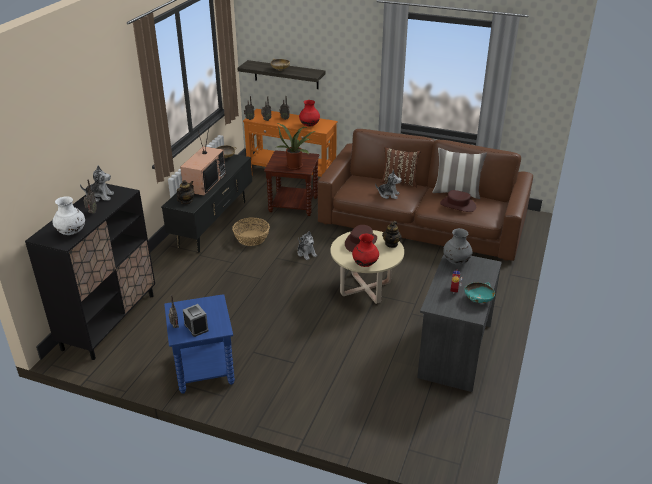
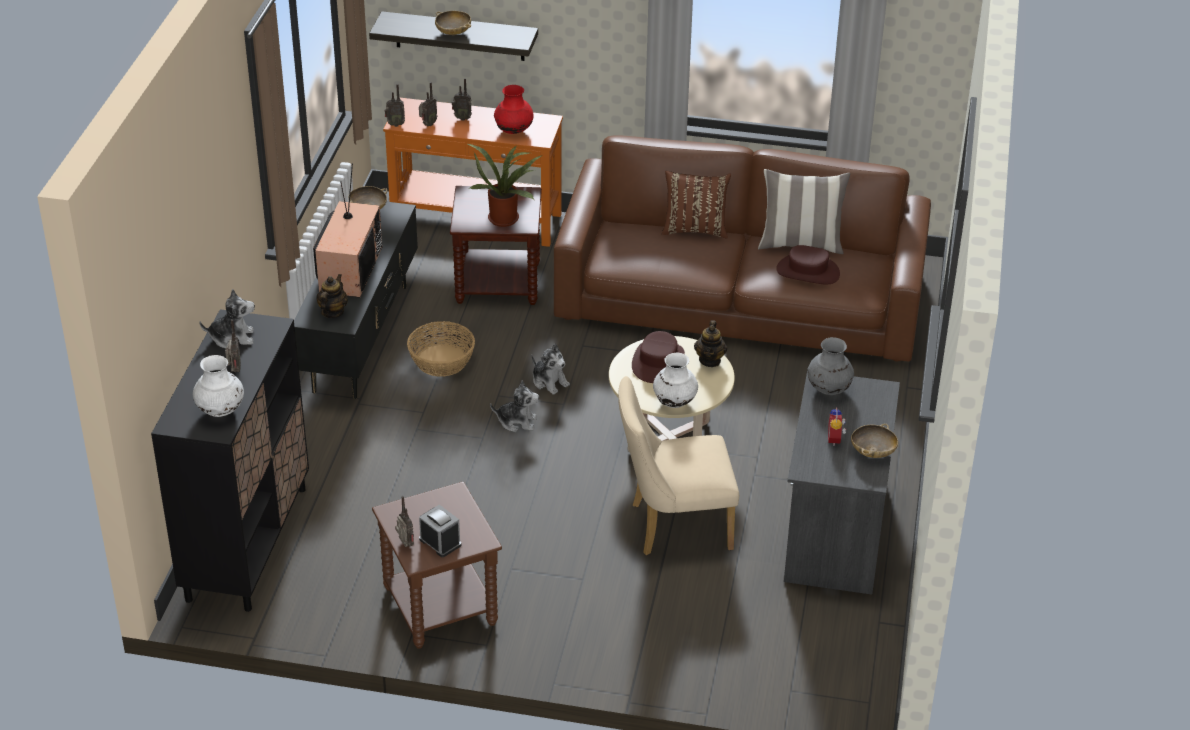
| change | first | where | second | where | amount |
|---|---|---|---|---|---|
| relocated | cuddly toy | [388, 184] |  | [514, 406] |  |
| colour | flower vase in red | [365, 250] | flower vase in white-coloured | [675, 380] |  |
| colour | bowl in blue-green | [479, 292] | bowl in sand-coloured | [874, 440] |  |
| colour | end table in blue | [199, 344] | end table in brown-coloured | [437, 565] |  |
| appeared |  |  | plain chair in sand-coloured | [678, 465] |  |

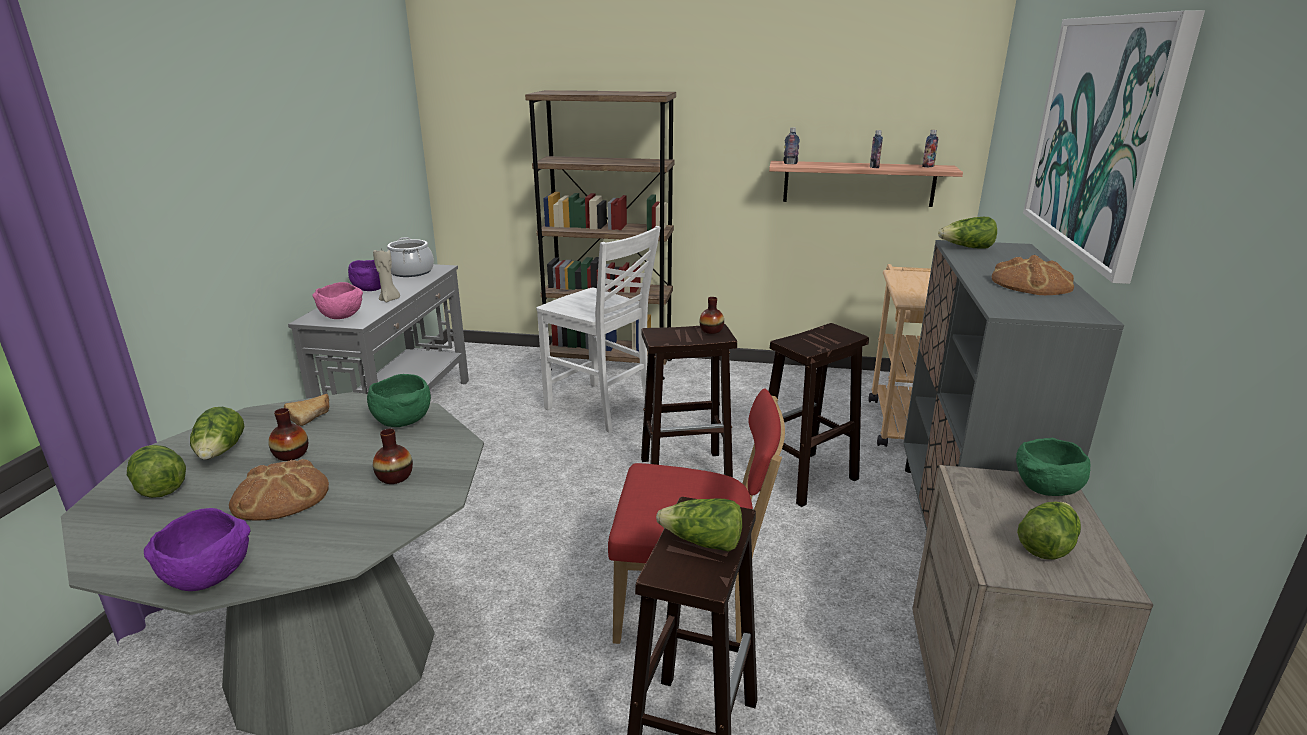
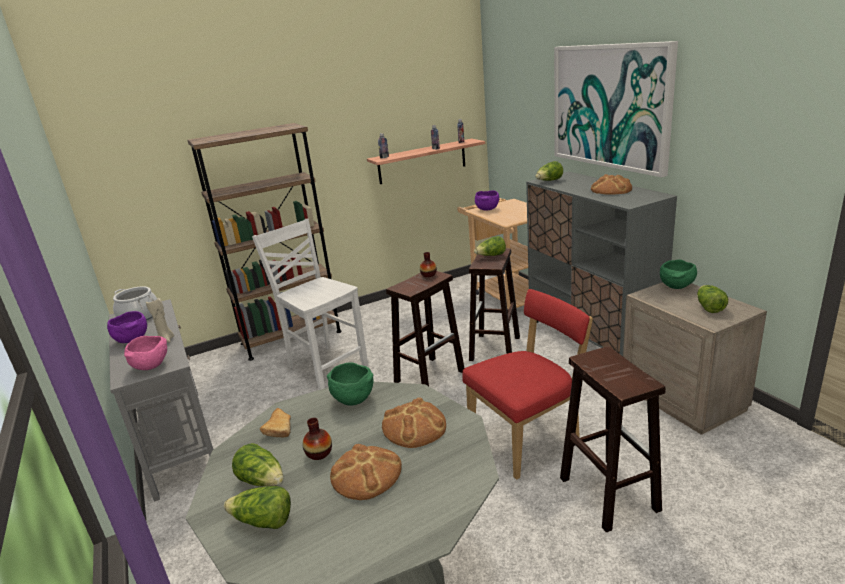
| change | first | where | second | where | amount |
|---|---|---|---|---|---|
| spun | plain chair in white-coloured | [598, 329] |  | [310, 304] | 135 degrees counterclockwise |
| exchanged | flower vase | [393, 456] | bread | [414, 422] |  |
| relocated | head of lettuce | [699, 525] |  | [490, 246] |  |
| relocated | bowl in purplish | [197, 549] |  | [487, 200] |  |

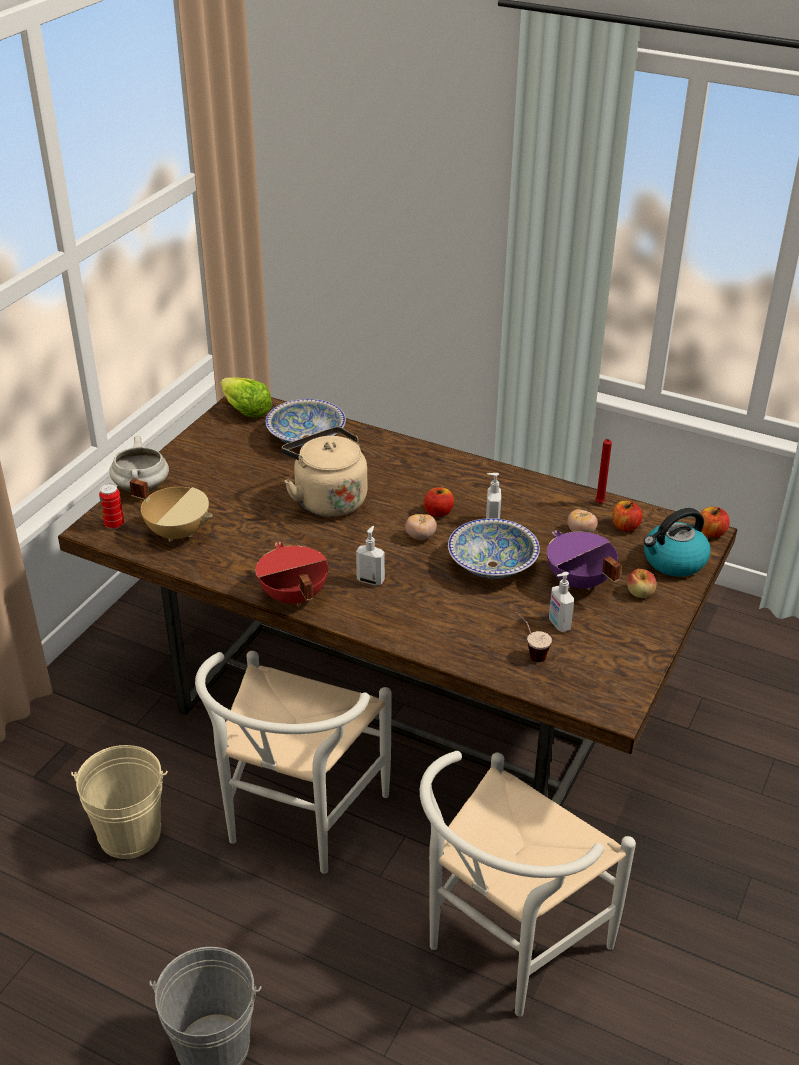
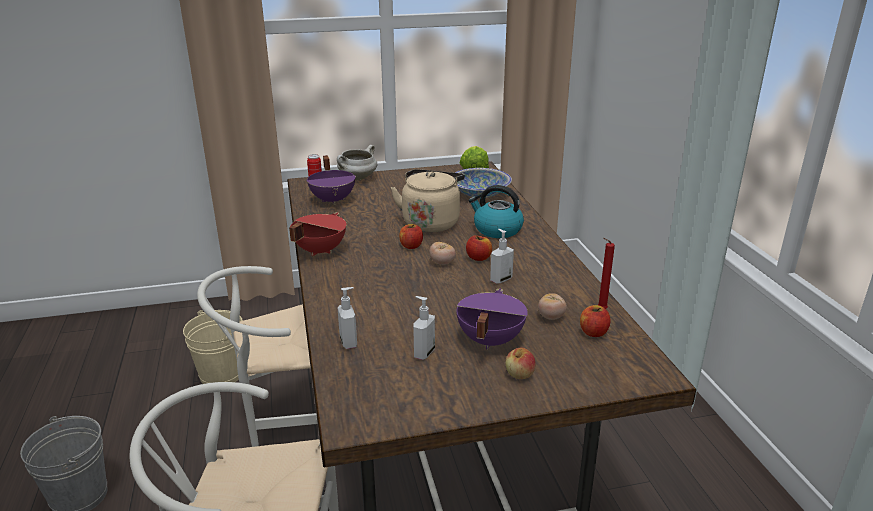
| change | first | where | second | where | amount |
|---|---|---|---|---|---|
| colour | saucepot in sand-coloured | [171, 510] | saucepot in purplish | [331, 180] |  |
| relocated | whole apple | [715, 522] |  | [411, 236] |  |
| relocated | tea kettle | [676, 542] |  | [496, 211] |  |
| missing | bowl | [494, 548] |  |  |  |
| relocated | soap dispenser | [370, 556] |  | [347, 318] |  |
| missing | small cup | [533, 637] |  |  |  |

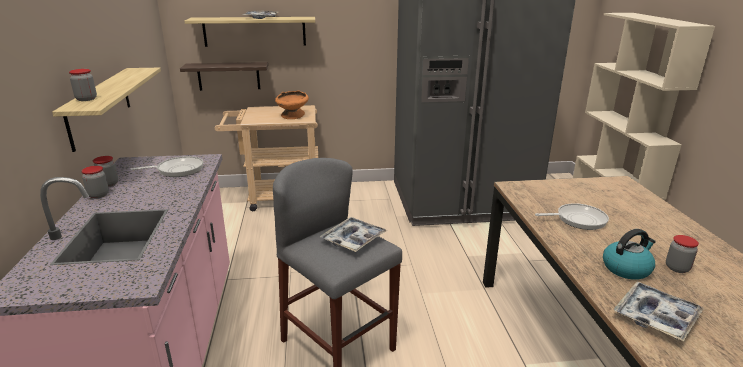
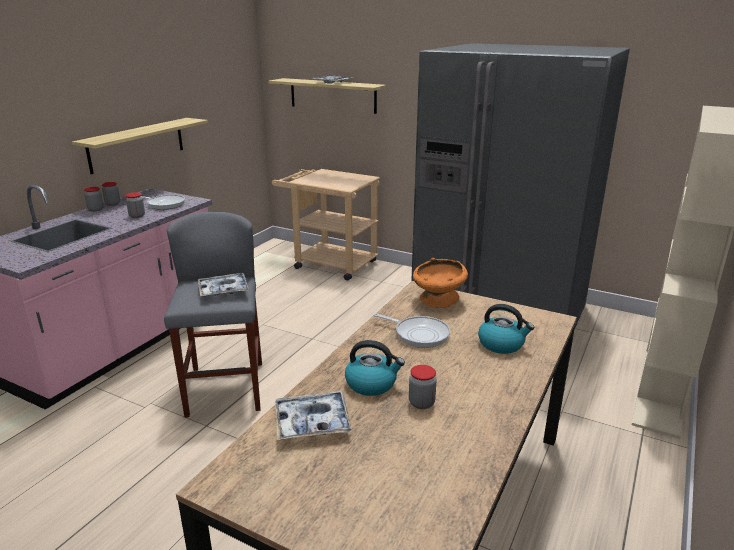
| change | first | where | second | where | amount |
|---|---|---|---|---|---|
| missing | bracket shelf | [224, 76] |  |  |  |
| relocated | jar | [83, 85] |  | [135, 205] |  |
| relocated | bowl in orange | [292, 104] |  | [440, 283] |  |
| appeared |  |  | tea kettle | [506, 329] |  |

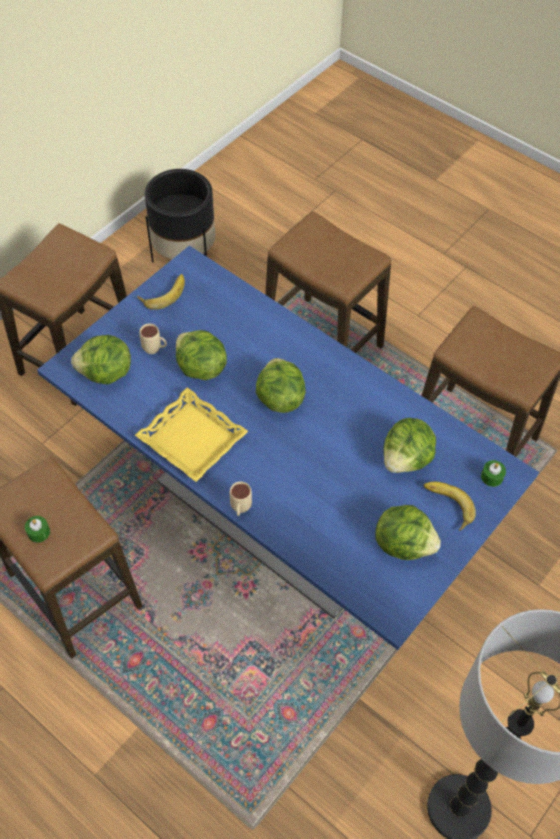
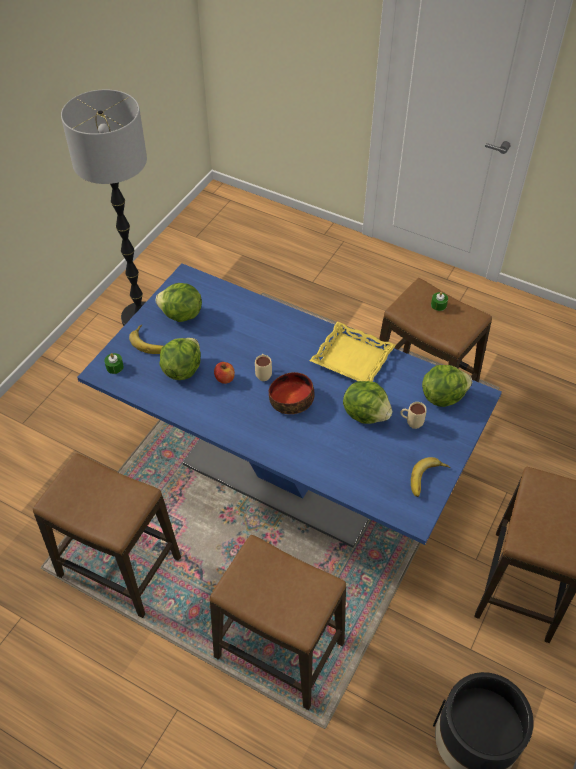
| change | first | where | second | where | amount |
|---|---|---|---|---|---|
| exchanged | head of lettuce | [281, 385] | bowl | [292, 393] |  |
| relocated | tea mug in sand-coloured | [241, 499] |  | [263, 367] |  |
| appeared |  |  | whole apple | [224, 373] |  |

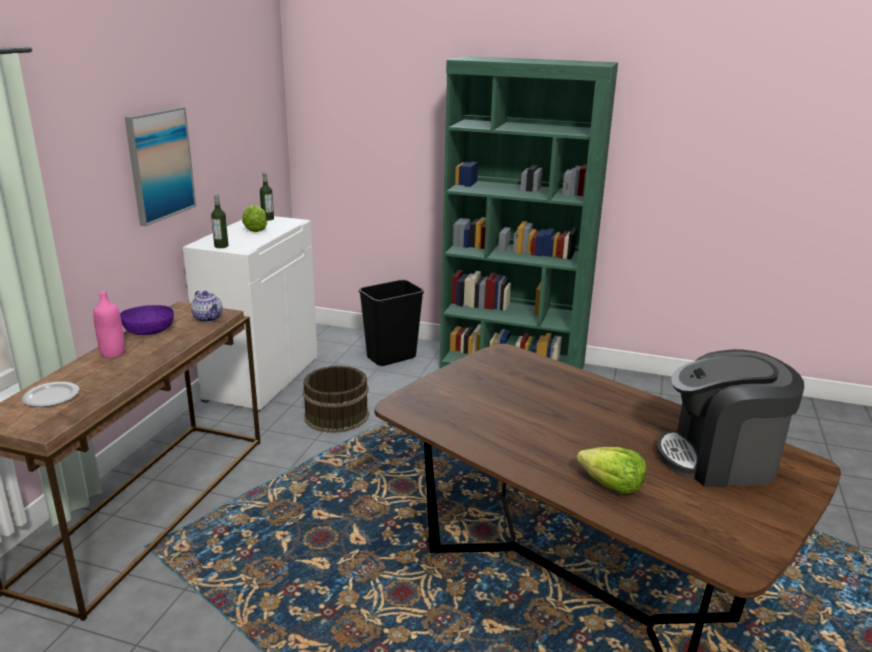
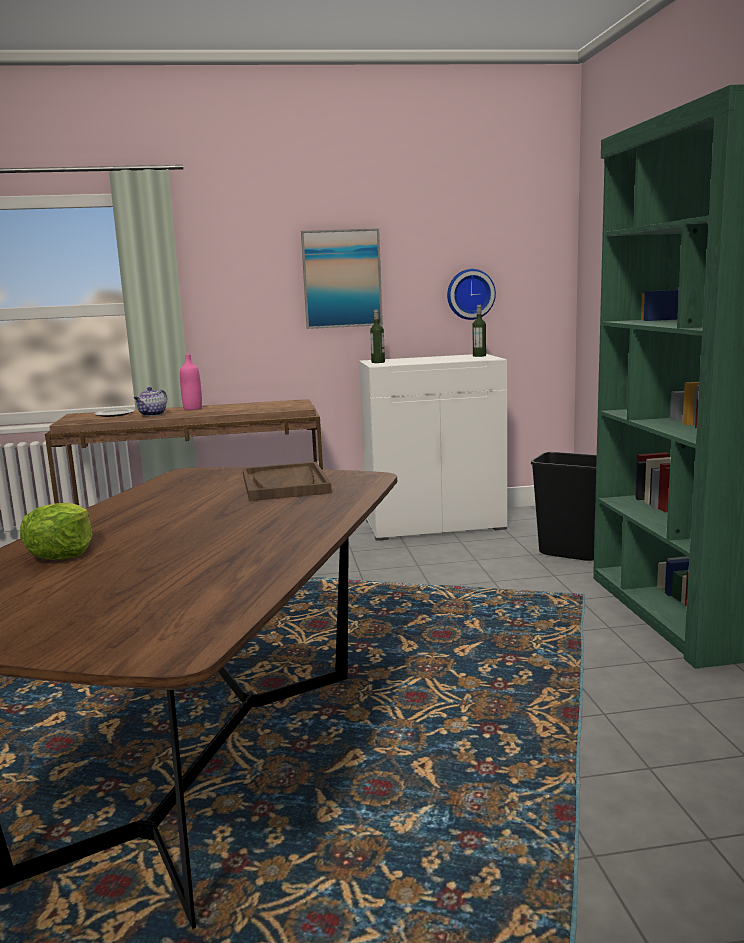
| change | first | where | second | where | amount |
|---|---|---|---|---|---|
| missing | head of lettuce | [254, 218] |  |  |  |
| relocated | tea pot | [207, 306] |  | [150, 401] |  |
| missing | bowl in purplish | [147, 320] |  |  |  |
| missing | coffee brewer | [730, 418] |  |  |  |
| missing | bucket in brown-coloured | [335, 399] |  |  |  |
| appeared |  |  | wall clock | [471, 294] |  |
| appeared |  |  | tray in brown-coloured | [287, 481] |  |

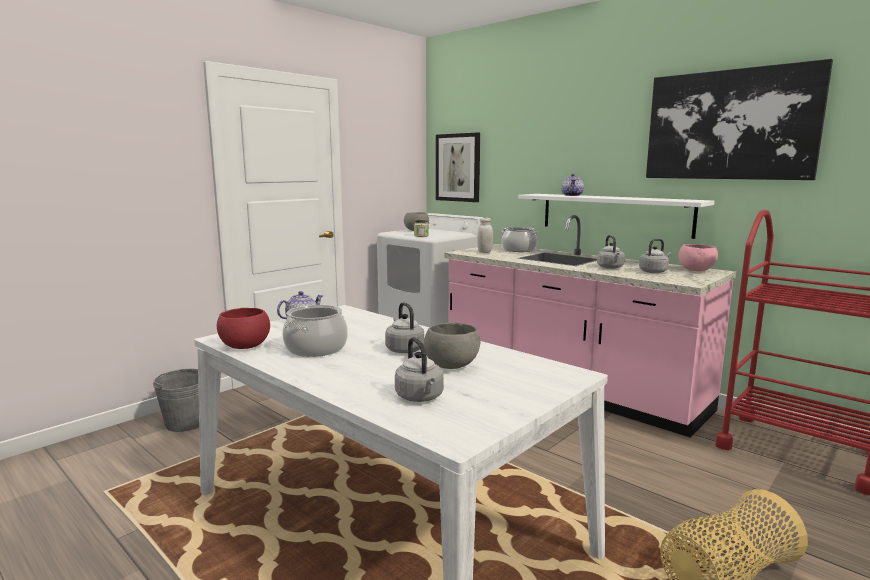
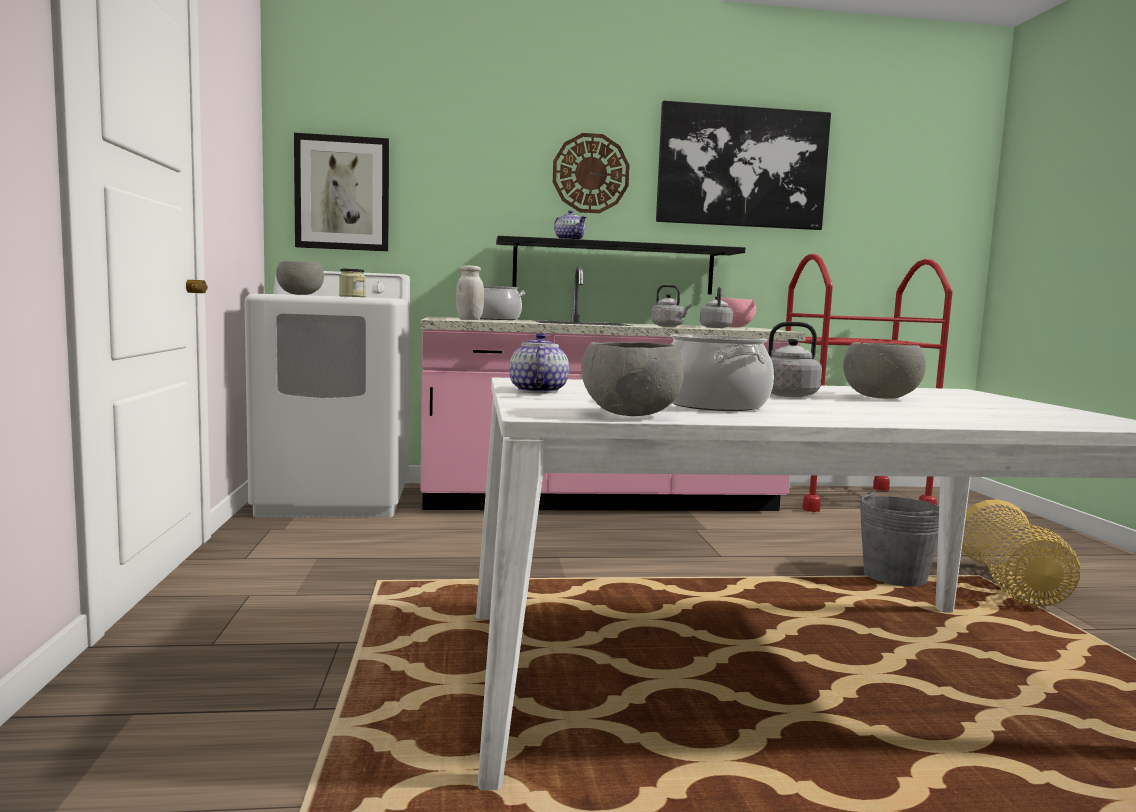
| change | first | where | second | where | amount |
|---|---|---|---|---|---|
| colour | bracket shelf in white-coloured | [616, 216] | bracket shelf in black | [620, 265] |  |
| colour | bowl in red | [243, 328] | bowl in gray | [632, 379] |  |
| missing | tea kettle in gray | [419, 369] |  |  |  |
| relocated | bucket in gray | [176, 400] |  | [899, 539] |  |
| appeared |  |  | wall clock | [591, 173] |  |

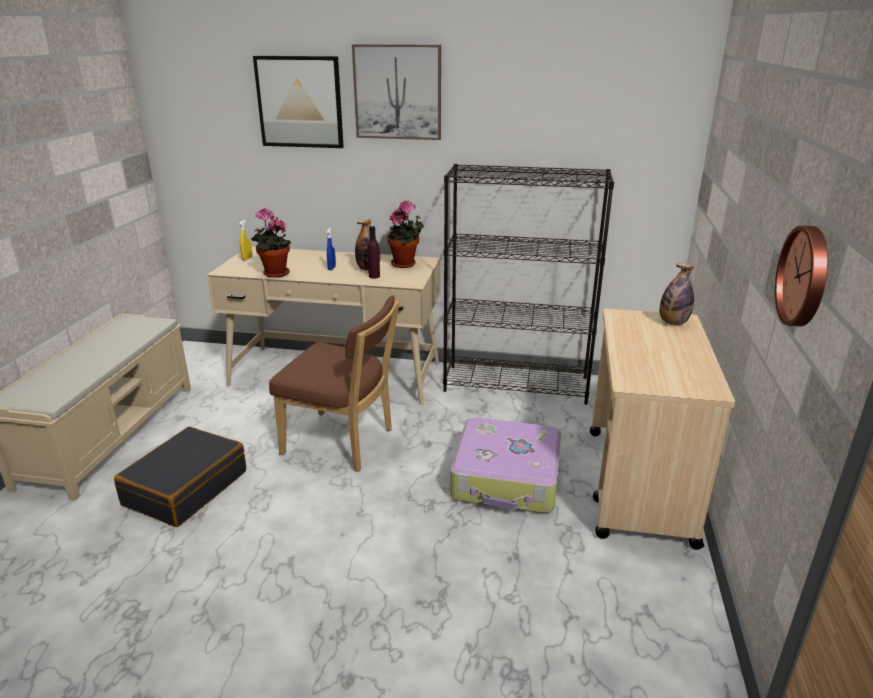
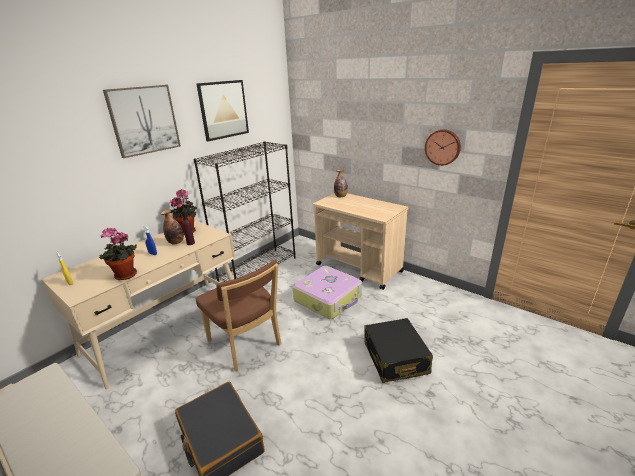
| change | first | where | second | where | amount |
|---|---|---|---|---|---|
| relocated | picture | [298, 102] |  | [222, 110] |  |
| spun | plain chair in brown-coloured | [334, 383] |  | [238, 315] | 90 degrees clockwise |
| appeared |  |  | travel case in black | [398, 350] |  |

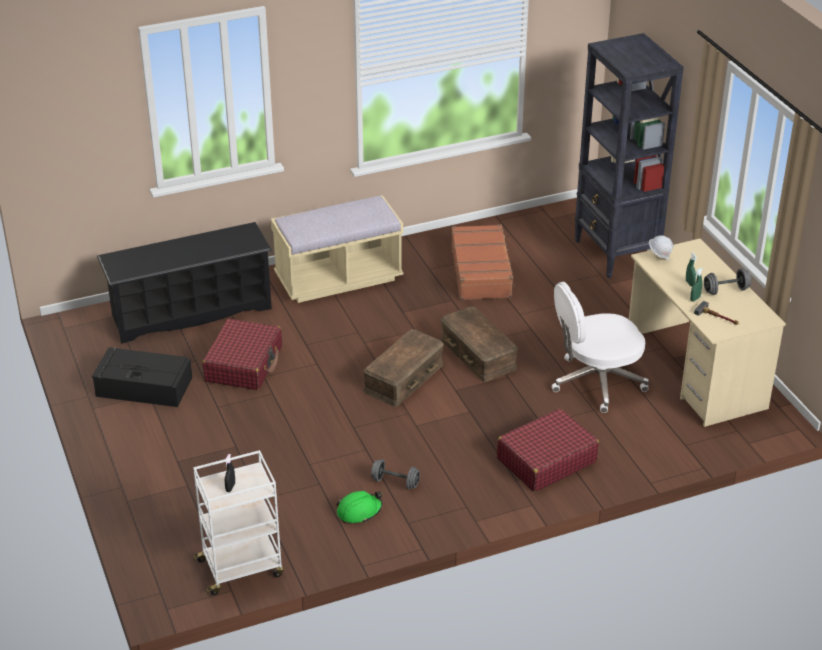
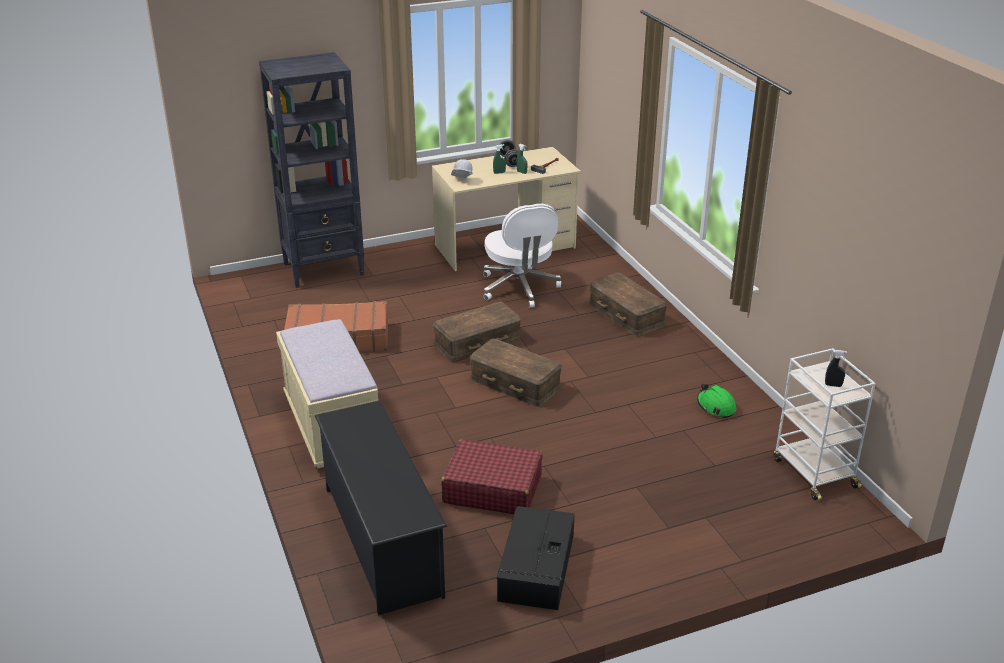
| change | first | where | second | where | amount |
|---|---|---|---|---|---|
| exchanged | travel case in red | [548, 450] | storage container in brown-coloured | [628, 304] |  |
| missing | free weight in gray | [395, 474] |  |  |  |

